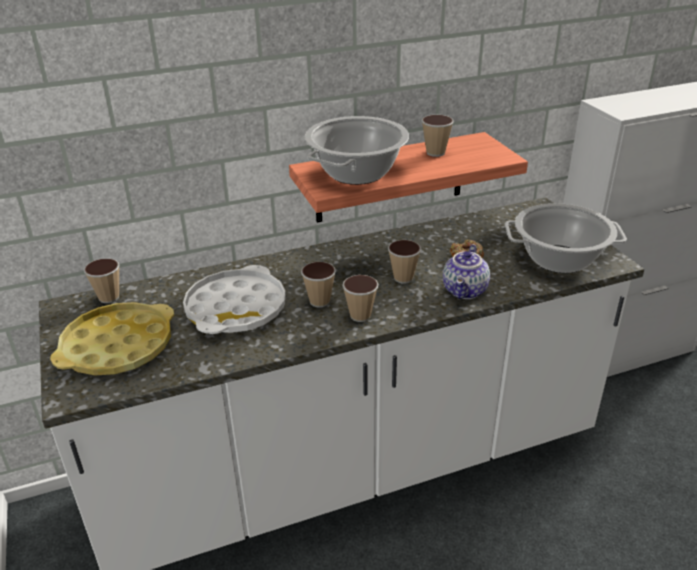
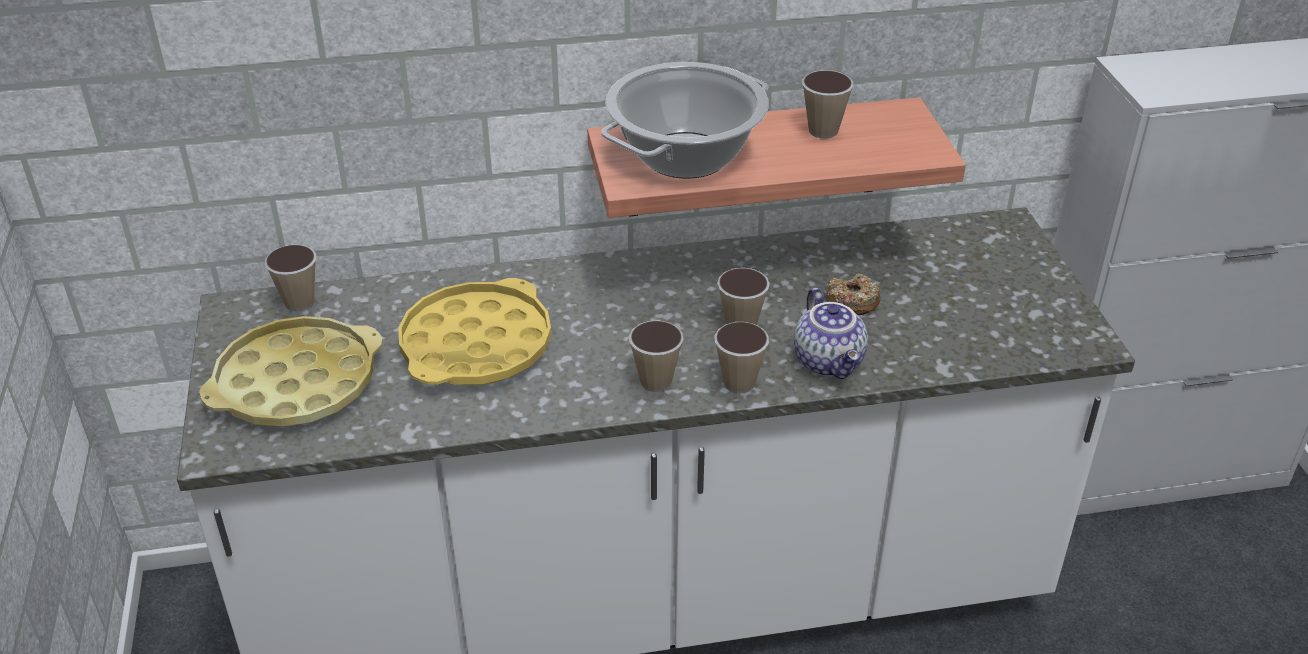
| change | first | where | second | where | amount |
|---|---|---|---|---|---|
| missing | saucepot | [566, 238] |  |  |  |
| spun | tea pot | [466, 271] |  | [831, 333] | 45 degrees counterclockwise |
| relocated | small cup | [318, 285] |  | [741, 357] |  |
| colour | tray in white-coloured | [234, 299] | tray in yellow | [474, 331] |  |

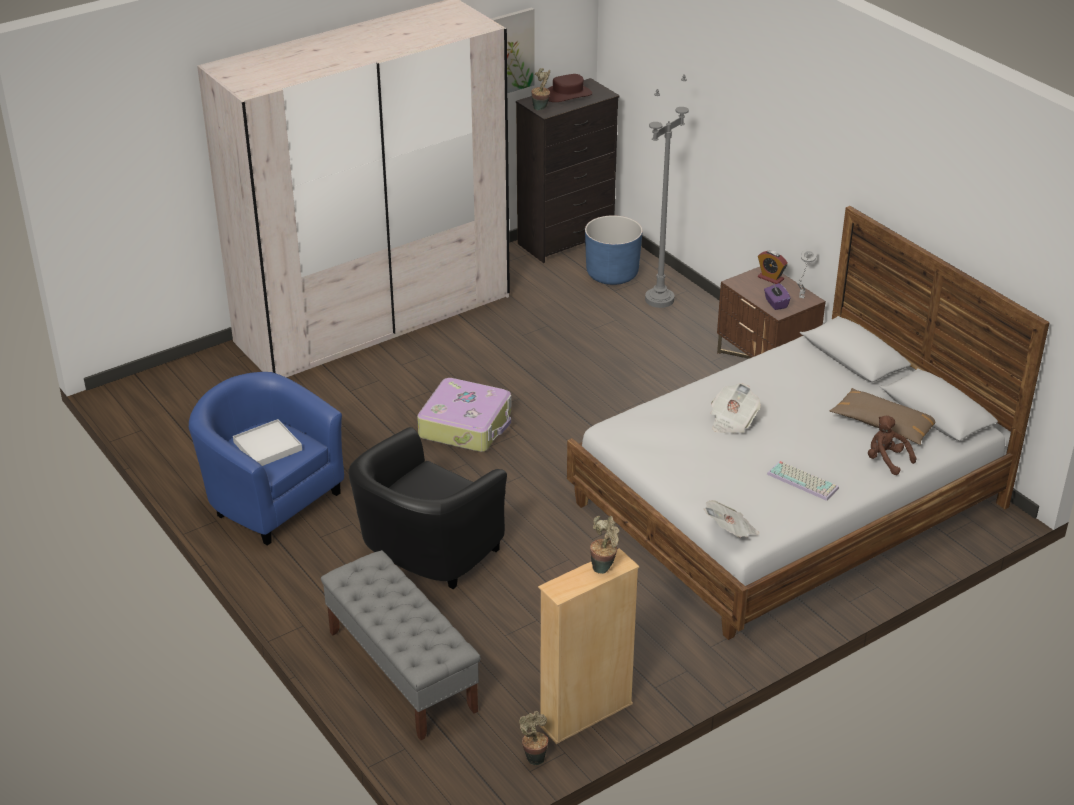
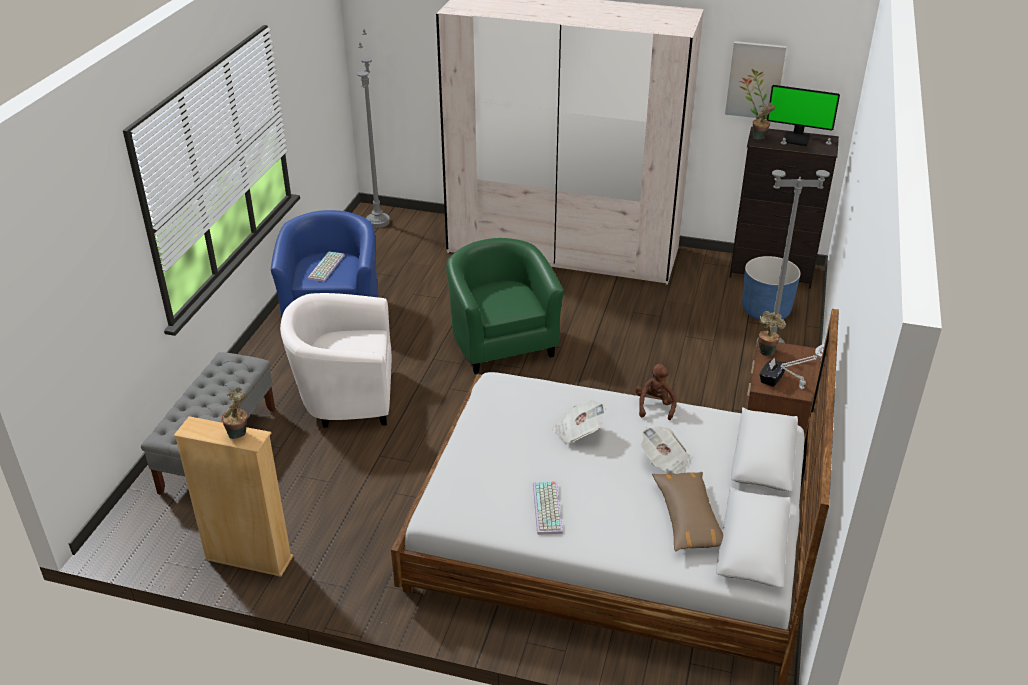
| change | first | where | second | where | amount |
|---|---|---|---|---|---|
| exchanged | hat in brown-coloured | [570, 88] | monitor | [803, 115] |  |
| missing | bedside clock | [773, 267] |  |  |  |
| colour | tissue holder in purplish | [777, 296] | tissue holder in black | [773, 372] |  |
| exchanged | travel case | [464, 415] | easy chair in green-coloured | [505, 306] |  |
| relocated | cuddly toy in brown-coloured | [892, 445] |  | [656, 392] |  |
| exchanged | tray in white-coloured | [267, 442] | keyboard | [326, 266] |  |
| colour | easy chair in black | [427, 508] | easy chair in white-coloured | [336, 360] |  |
| relocated | printed paper | [731, 519] |  | [665, 450] |  |
| relocated | potted plant | [533, 738] |  | [772, 334] |  |
| appeared |  |  | floor lamp in gray | [373, 128] |  |

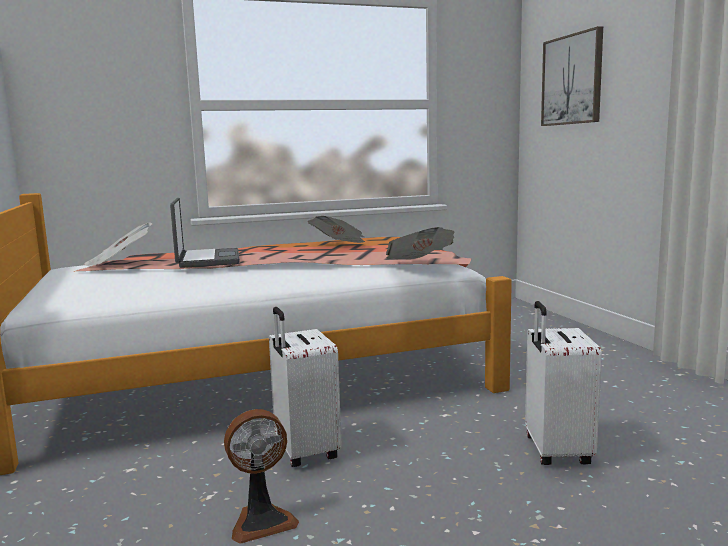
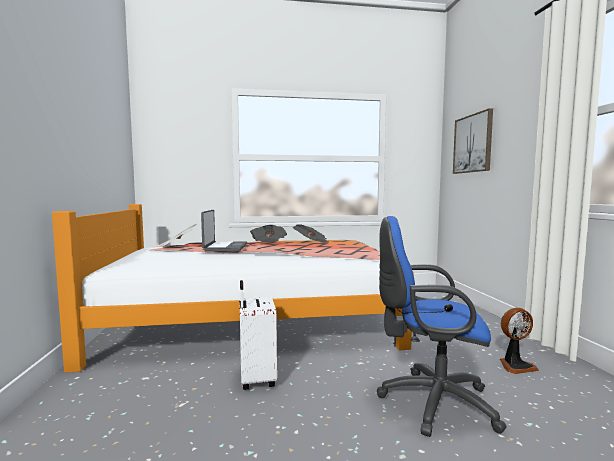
| change | first | where | second | where | amount |
|---|---|---|---|---|---|
| relocated | printed paper | [420, 243] |  | [268, 233] |  |
| exchanged | travel case in white-coloured | [563, 383] | office chair in blue | [442, 326] |  |
| relocated | fan | [261, 476] |  | [519, 341] |  |

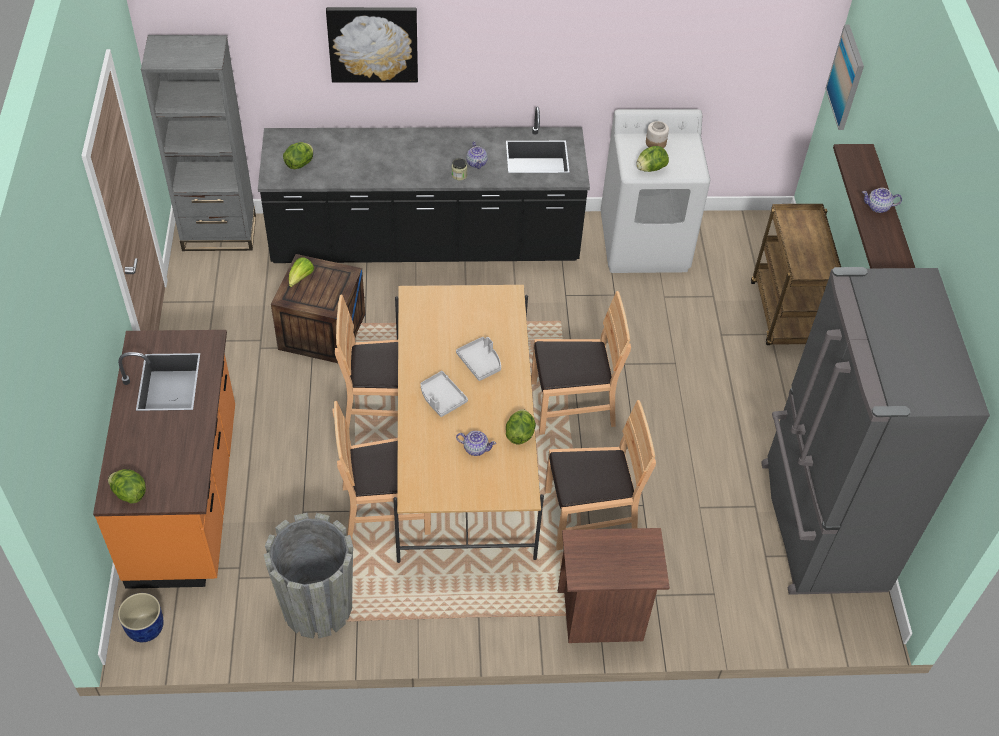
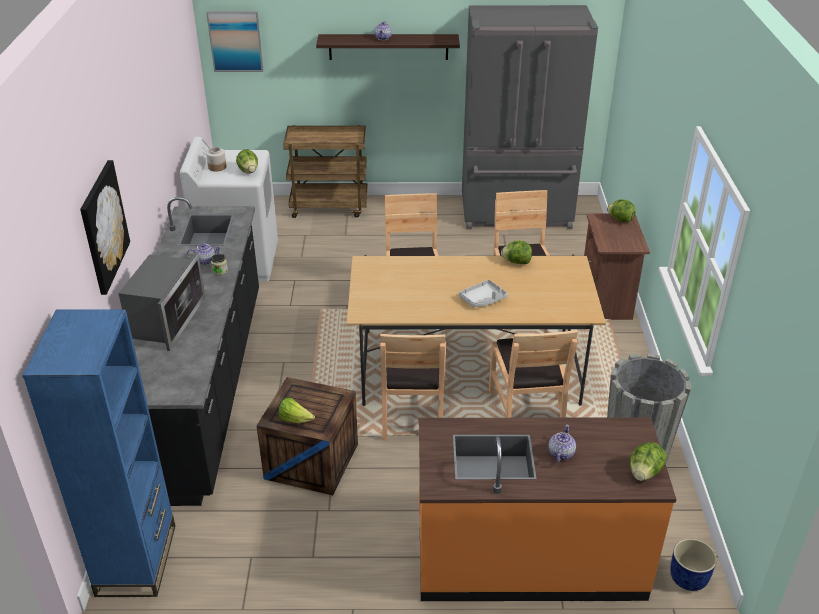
| change | first | where | second | where | amount |
|---|---|---|---|---|---|
| colour | shelving unit in gray | [198, 143] | shelving unit in blue | [98, 453] |  |
| relocated | head of lettuce | [298, 155] |  | [621, 211] |  |
| missing | tray in gray | [478, 359] |  |  |  |
| relocated | tea pot | [476, 443] |  | [562, 444] |  |
| appeared |  |  | microwave oven | [162, 301] |  |

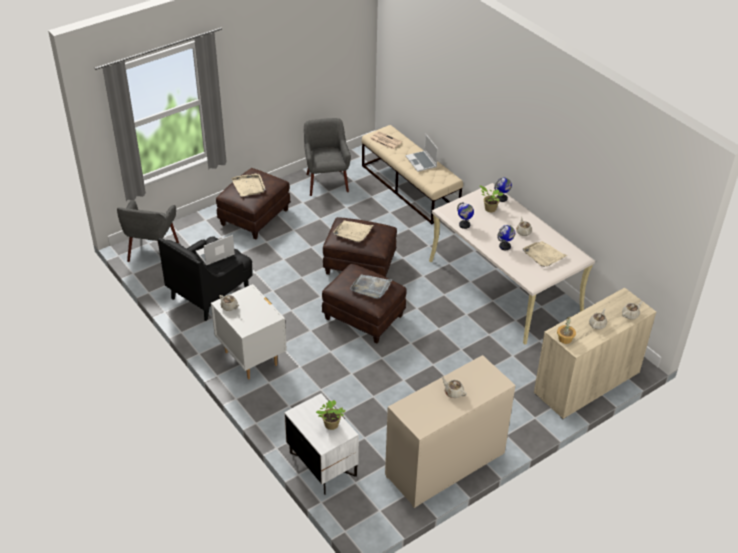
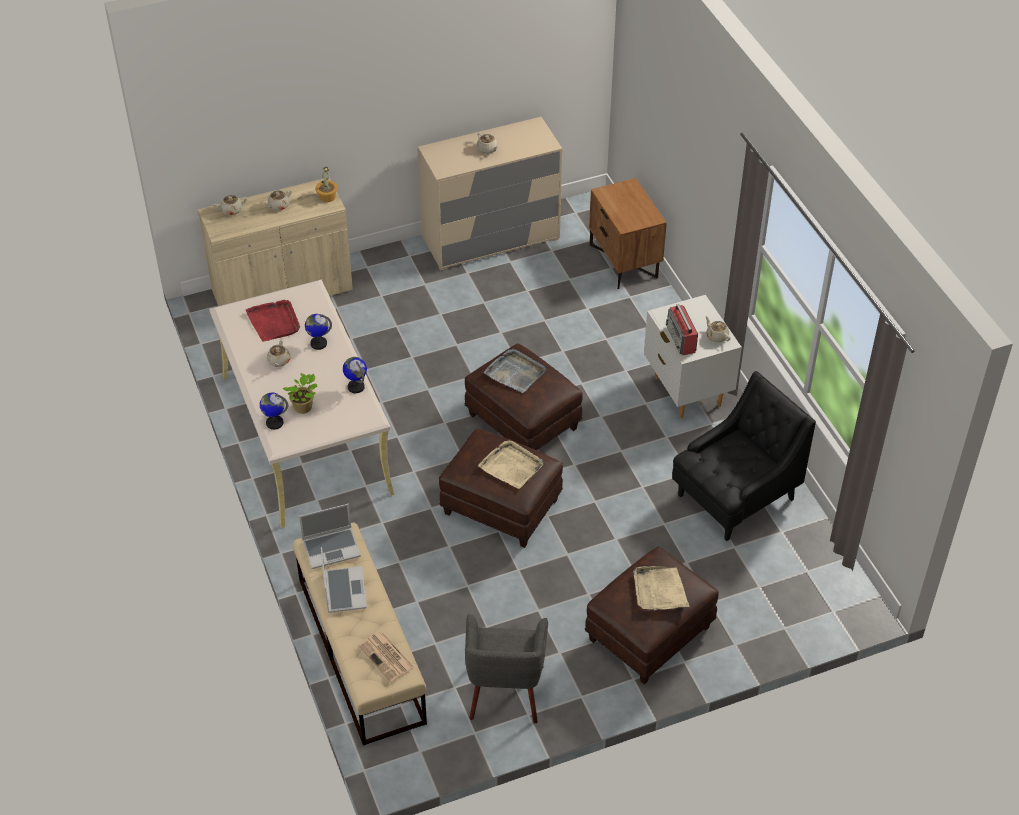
| change | first | where | second | where | amount |
|---|---|---|---|---|---|
| missing | easy chair in gray | [148, 231] |  |  |  |
| relocated | portable computer | [215, 250] |  | [330, 536] |  |
| colour | tray in sand-coloured | [545, 254] | tray in red | [273, 321] |  |
| colour | night table in white-coloured | [321, 444] | night table in brown-coloured | [628, 233] |  |
| missing | potted plant | [330, 415] |  |  |  |
| appeared |  |  | radio receiver | [682, 329] |  |

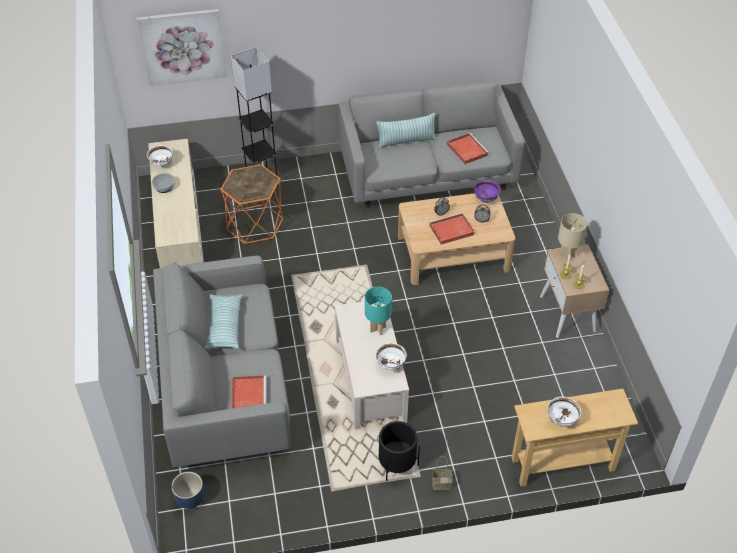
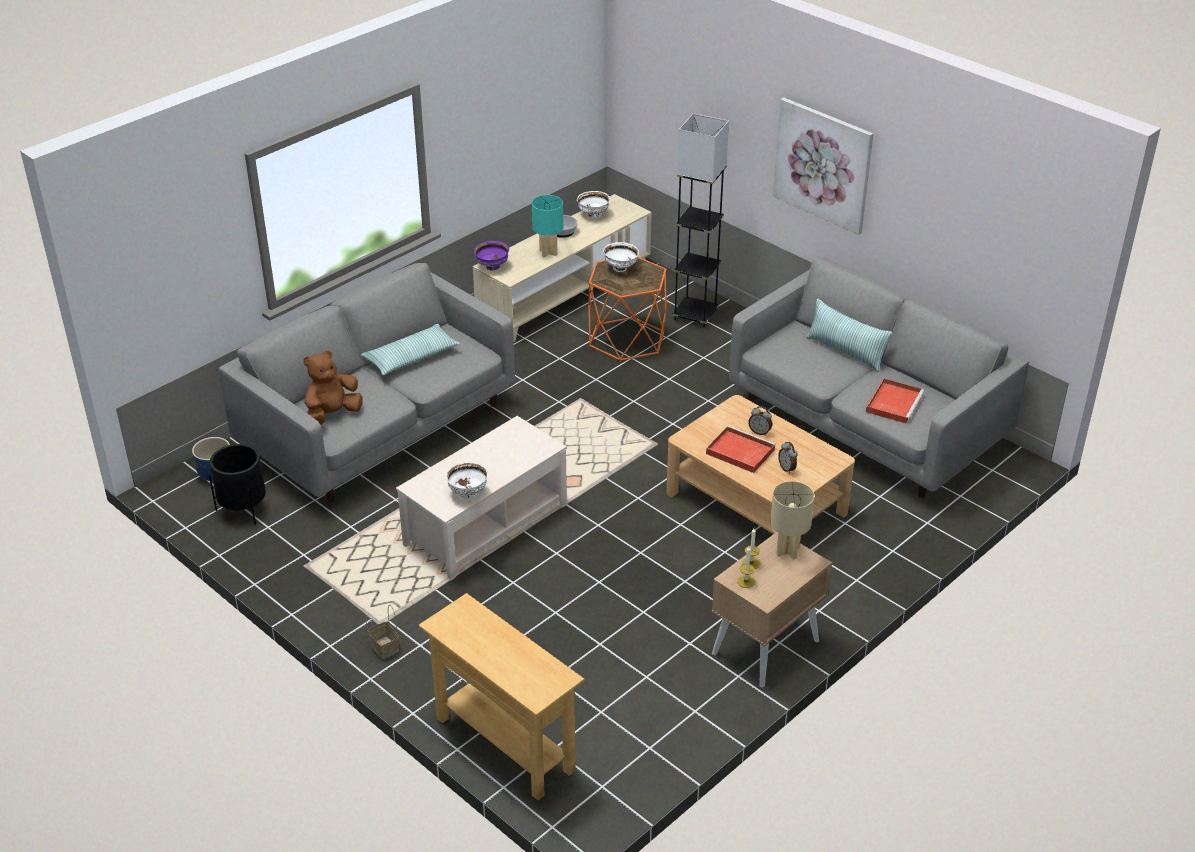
| change | first | where | second | where | amount |
|---|---|---|---|---|---|
| relocated | picture | [181, 47] |  | [823, 166] |  |
| relocated | bowl in purplish | [487, 191] |  | [491, 255] |  |
| relocated | tabletop lamp in blue-green | [378, 311] |  | [547, 226] |  |
| exchanged | tray in red | [249, 392] | cuddly toy in brown-coloured | [332, 387] |  |
| relocated | bowl in white-coloured | [564, 412] |  | [621, 257] |  |
| relocated | plant pot in black | [399, 451] |  | [237, 484] |  |

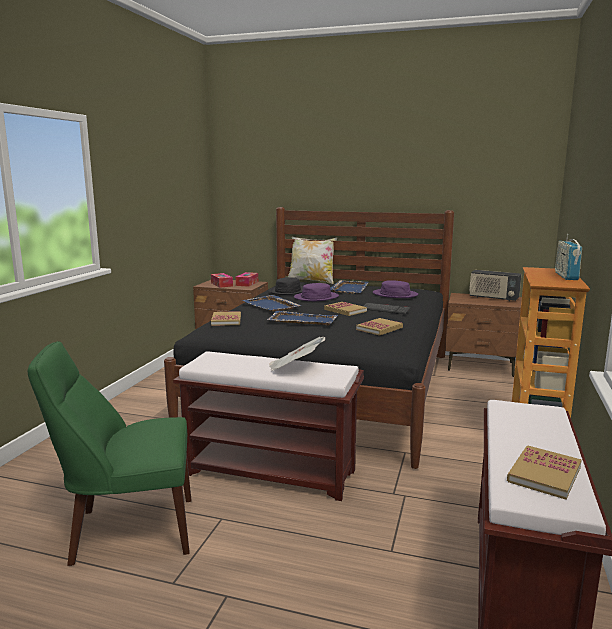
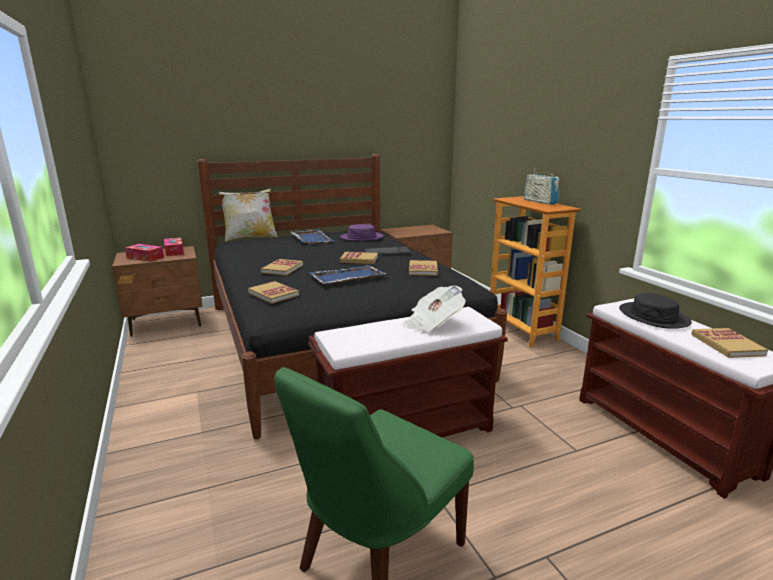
| change | first | where | second | where | amount |
|---|---|---|---|---|---|
| missing | radio receiver | [495, 285] |  |  |  |
| relocated | hat in black | [285, 286] |  | [655, 311] |  |
| missing | hat in purplish | [316, 292] |  |  |  |
| exchanged | tray in blue | [271, 303] | bound book | [282, 267] |  |

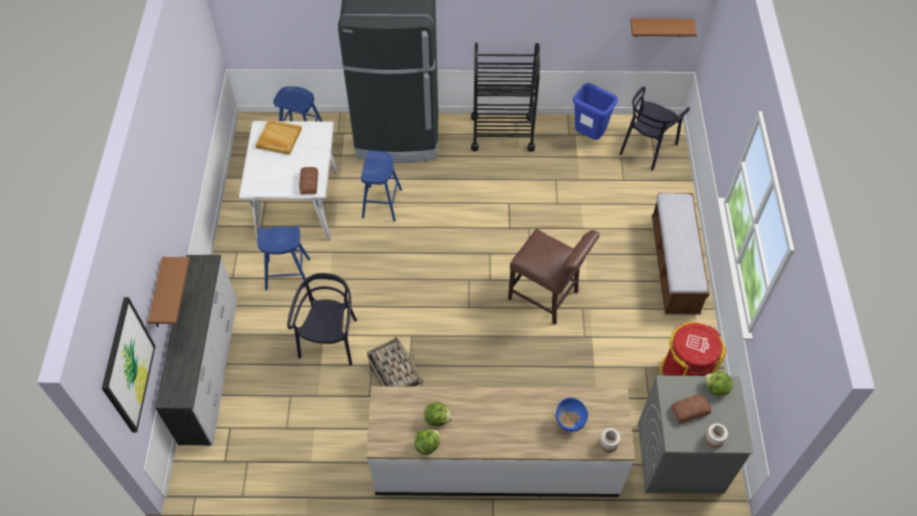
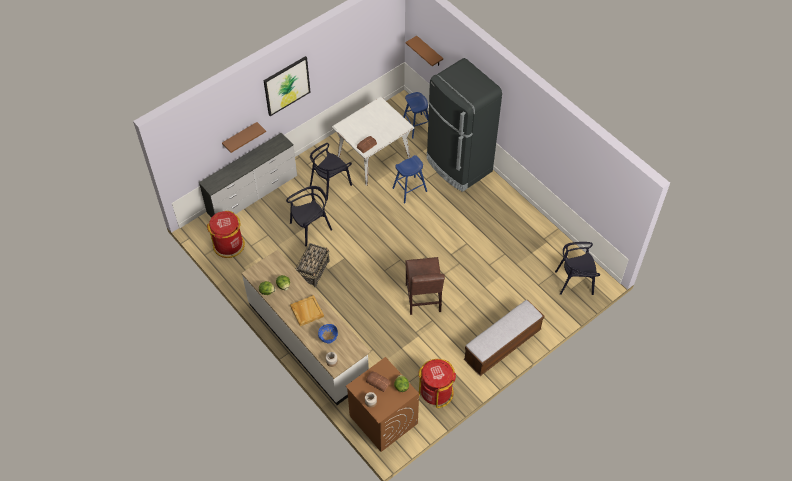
| change | first | where | second | where | amount |
|---|---|---|---|---|---|
| relocated | bracket shelf in brown-coloured | [663, 27] |  | [424, 51] |  |
| missing | wheeled cart in black | [505, 97] |  |  |  |
| missing | rubbish bin in blue | [595, 111] |  |  |  |
| relocated | tray in sand-coloured | [279, 137] |  | [307, 310] |  |
| exchanged | sitting stool in blue | [283, 258] | plain chair in black | [331, 171] |  |
| relocated | picture | [129, 364] |  | [287, 86] |  |
| colour | washing machine in gray | [695, 435] | washing machine in brown-coloured | [382, 404] |  |
| appeared |  |  | rubbish bin in red | [226, 234] |  |

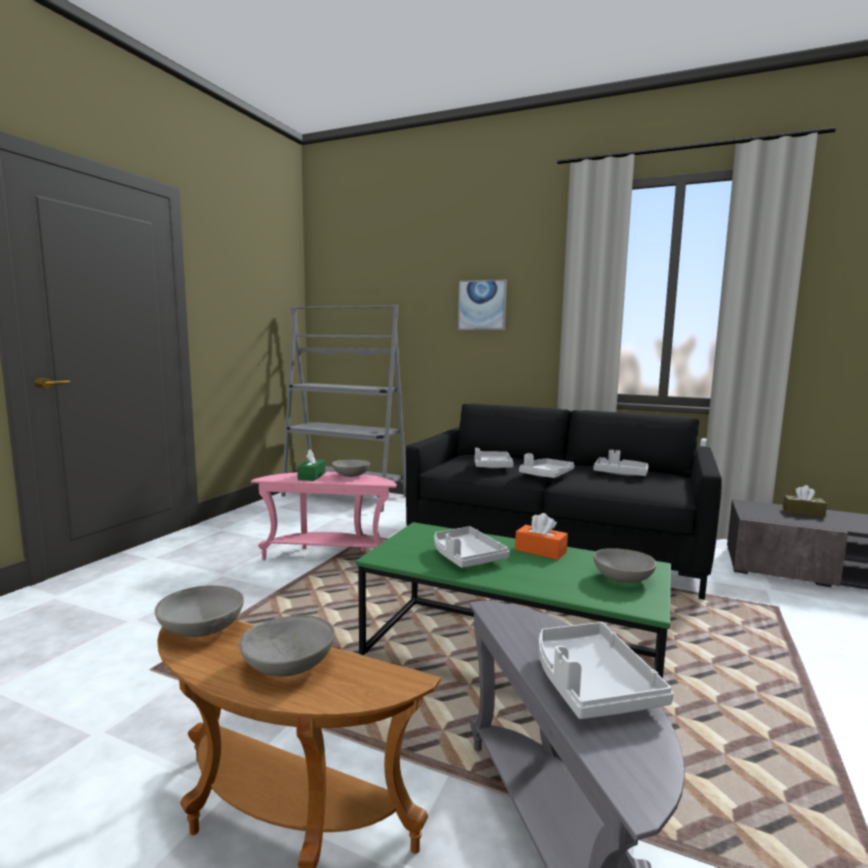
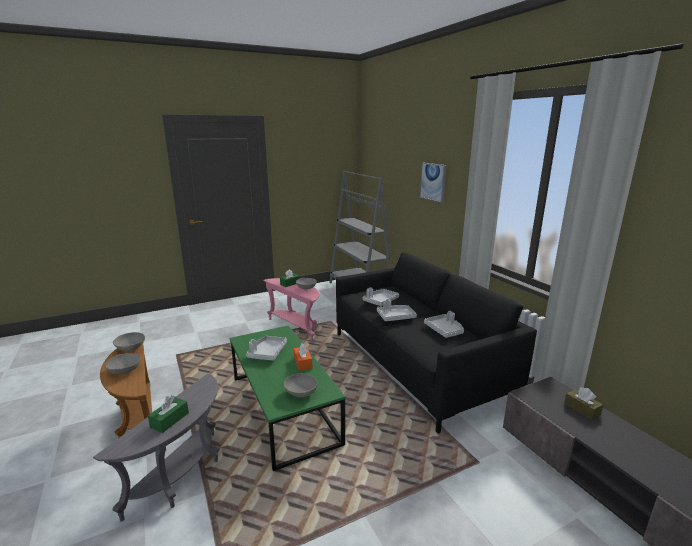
| change | first | where | second | where | amount |
|---|---|---|---|---|---|
| exchanged | tray in gray | [606, 670] | tissue holder in green-coloured | [168, 414] |  |

